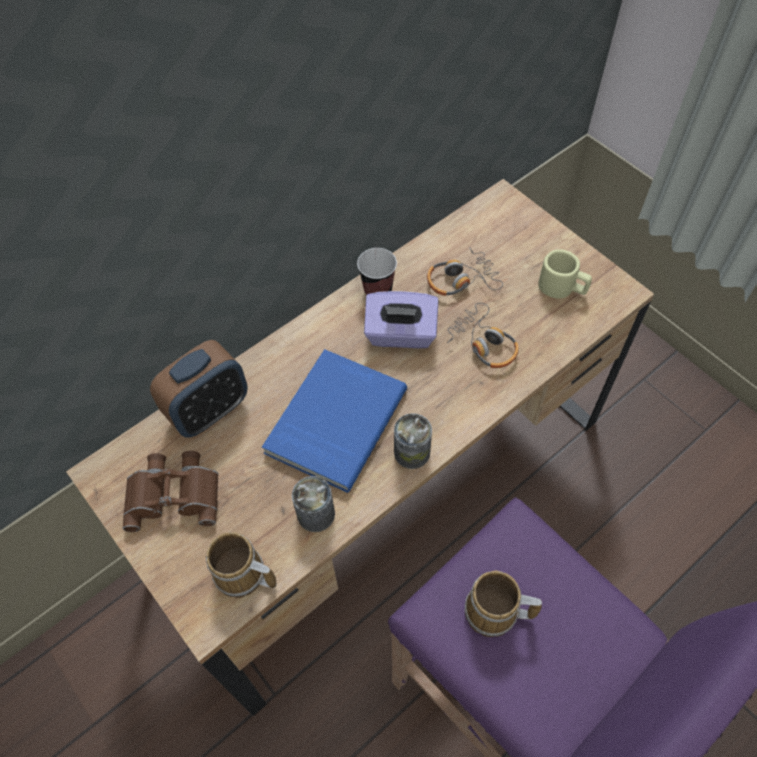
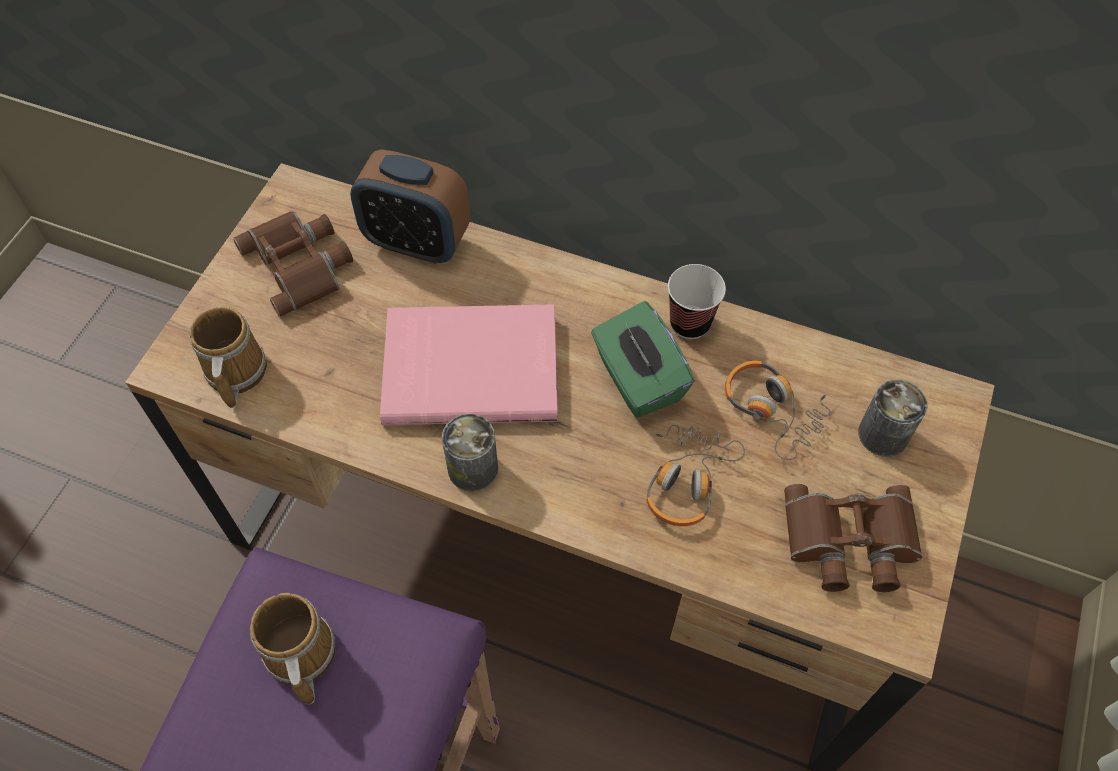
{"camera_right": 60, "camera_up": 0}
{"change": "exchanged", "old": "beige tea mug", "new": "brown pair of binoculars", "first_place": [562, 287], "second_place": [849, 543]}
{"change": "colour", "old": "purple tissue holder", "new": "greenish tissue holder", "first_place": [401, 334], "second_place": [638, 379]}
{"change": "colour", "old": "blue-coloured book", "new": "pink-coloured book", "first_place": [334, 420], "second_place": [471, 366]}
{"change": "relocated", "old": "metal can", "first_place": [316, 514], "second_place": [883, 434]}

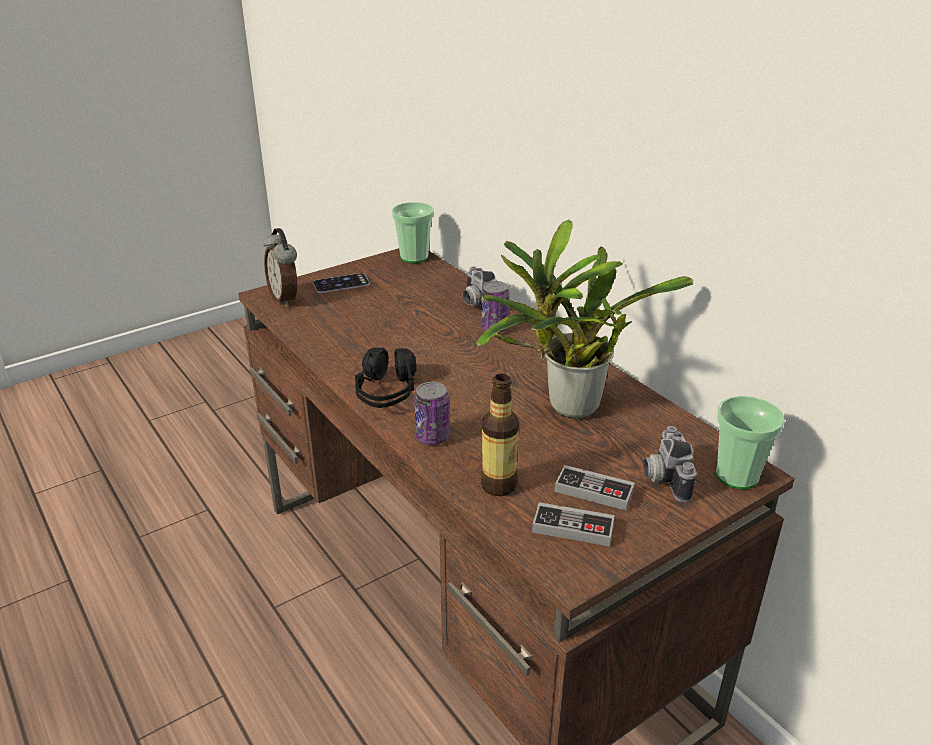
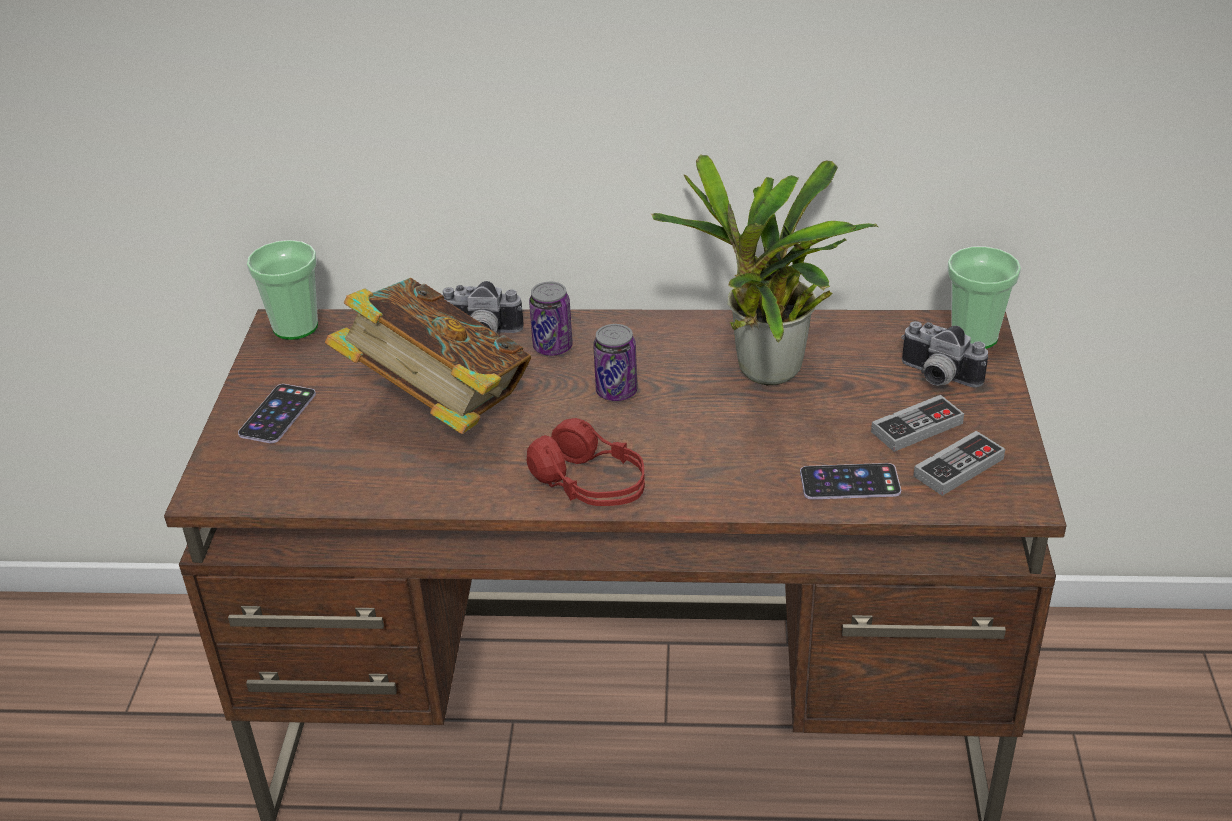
{"camera_right": -50, "camera_up": 5}
{"change": "missing", "old": "table clock", "first_place": [285, 298]}
{"change": "colour", "old": "black headset", "new": "reddish headset", "first_place": [386, 392], "second_place": [591, 485]}
{"change": "exchanged", "old": "beverage bottle", "new": "handset", "first_place": [498, 485], "second_place": [849, 482]}
{"change": "relocated", "old": "metal can", "first_place": [432, 437], "second_place": [616, 392]}
{"change": "appeared", "new": "book", "second_place": [439, 407]}

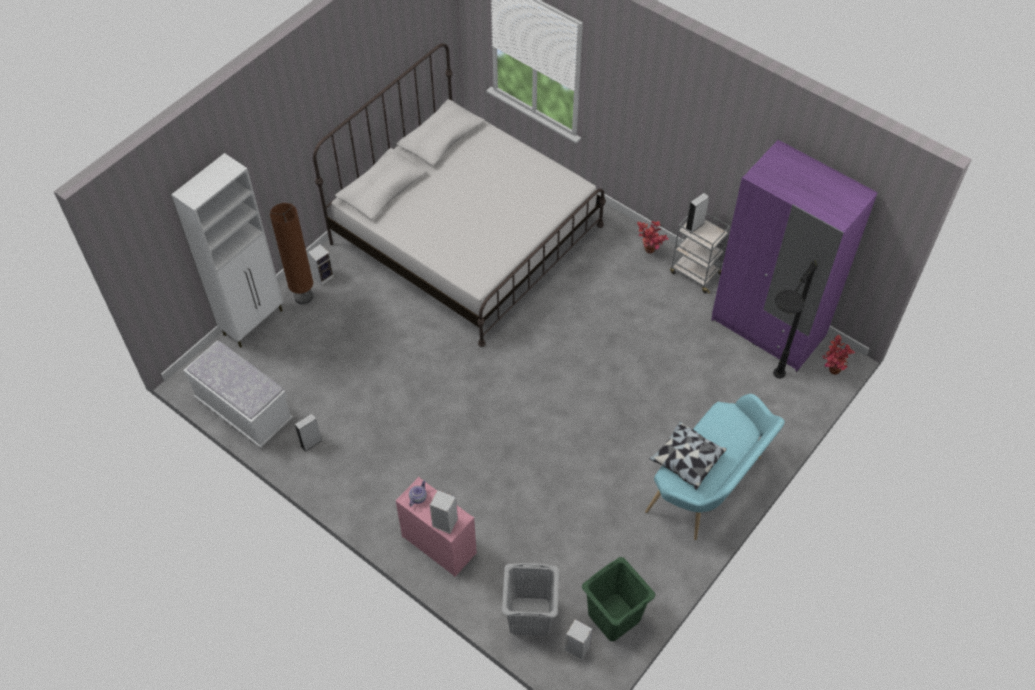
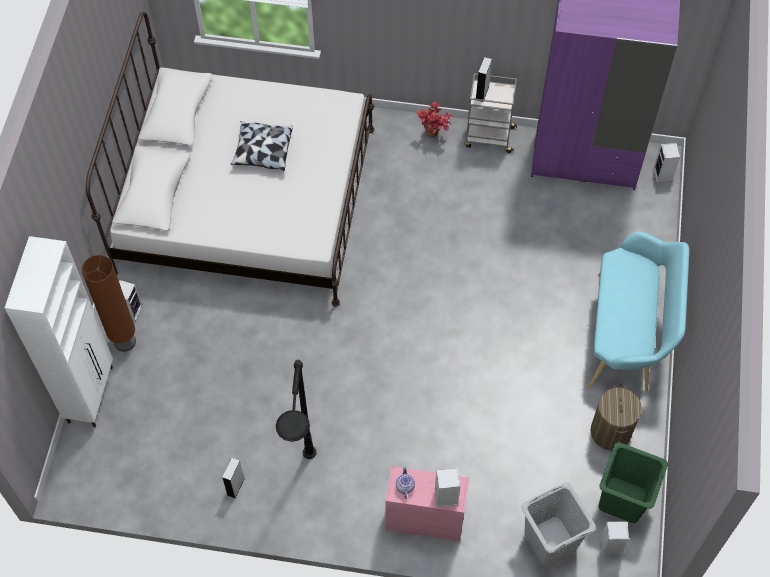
{"camera_right": -30, "camera_up": 5}
{"change": "relocated", "old": "black standing lamp", "first_place": [762, 401], "second_place": [306, 494]}
{"change": "exchanged", "old": "houseplant", "new": "loudspeaker", "first_place": [830, 372], "second_place": [663, 175]}
{"change": "missing", "old": "white bench", "first_place": [244, 410]}
{"change": "relocated", "old": "throw pillow", "first_place": [686, 459], "second_place": [262, 152]}
{"change": "appeared", "new": "laundry basket", "second_place": [610, 432]}

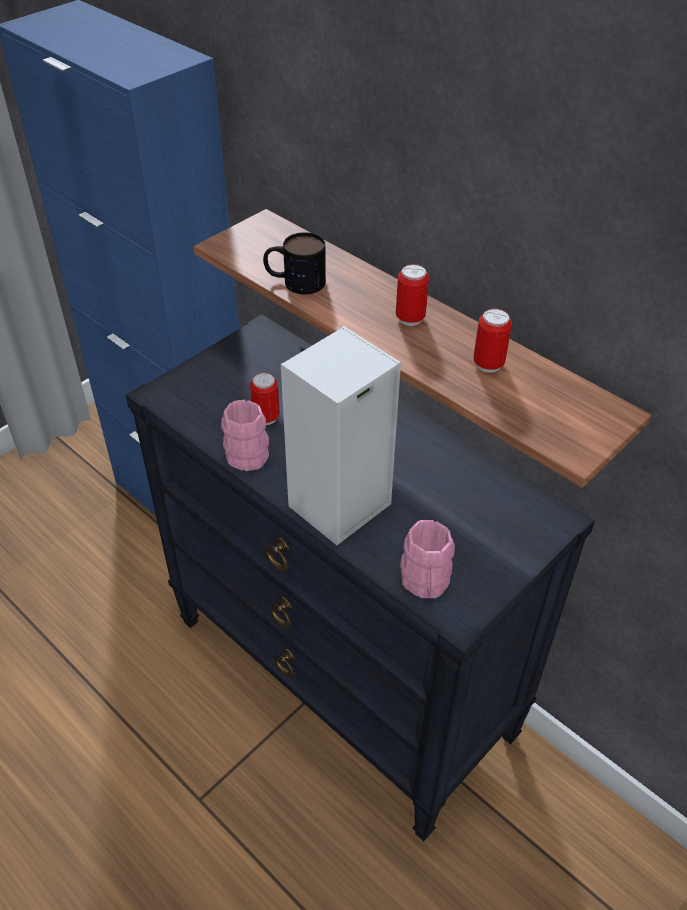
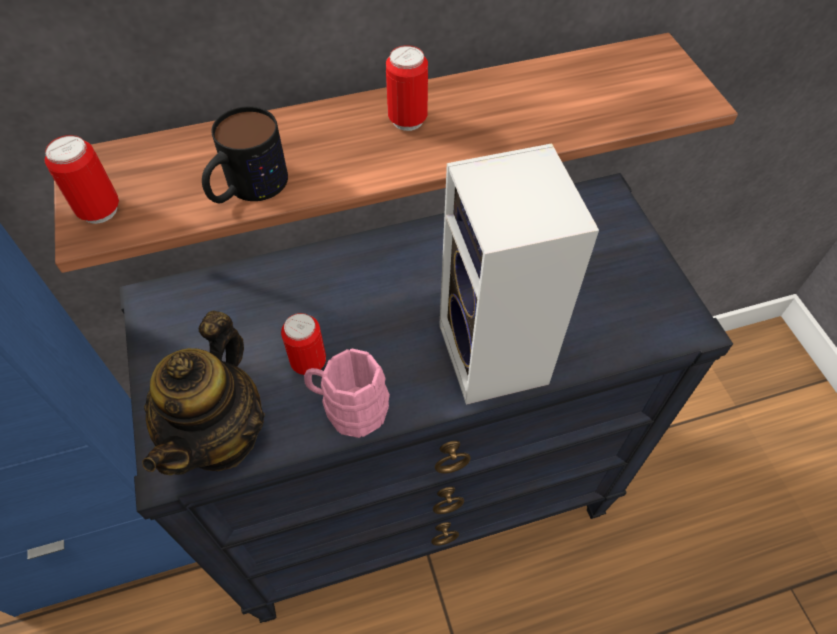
{"camera_right": -60, "camera_up": 10}
{"change": "relocated", "old": "metal can", "first_place": [488, 364], "second_place": [99, 211]}
{"change": "missing", "old": "pink-coloured tea mug", "first_place": [425, 584]}
{"change": "appeared", "new": "teapot", "second_place": [221, 435]}

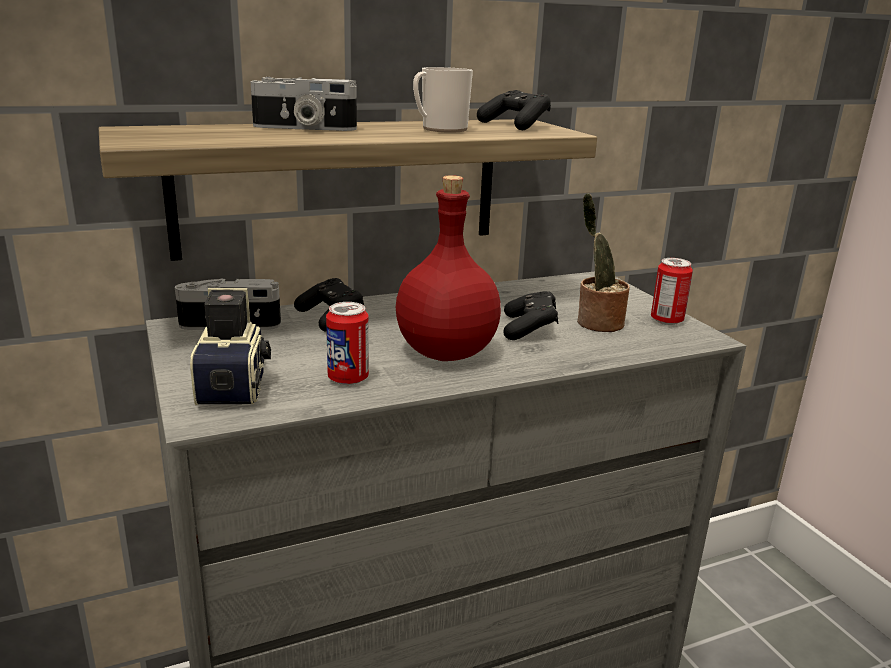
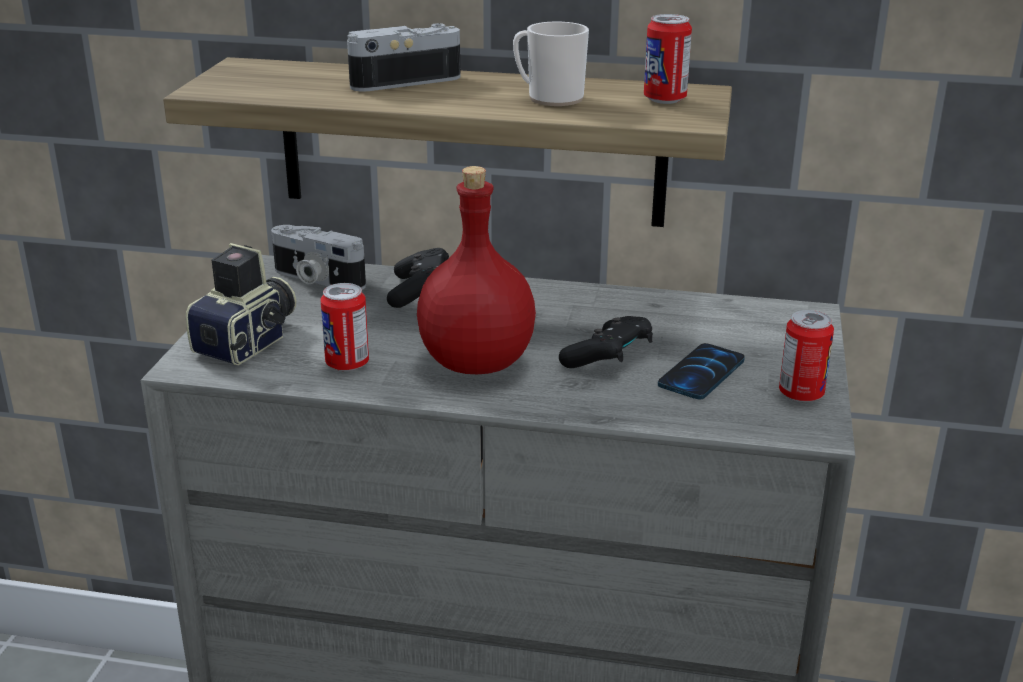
{"camera_right": 35, "camera_up": 5}
{"change": "spun", "old": "still camera", "first_place": [304, 128], "second_place": [403, 80], "degrees": 120}
{"change": "exchanged", "old": "black joypad", "new": "metal can", "first_place": [515, 125], "second_place": [664, 99]}
{"change": "exchanged", "old": "houseplant", "new": "handset", "first_place": [596, 323], "second_place": [702, 373]}

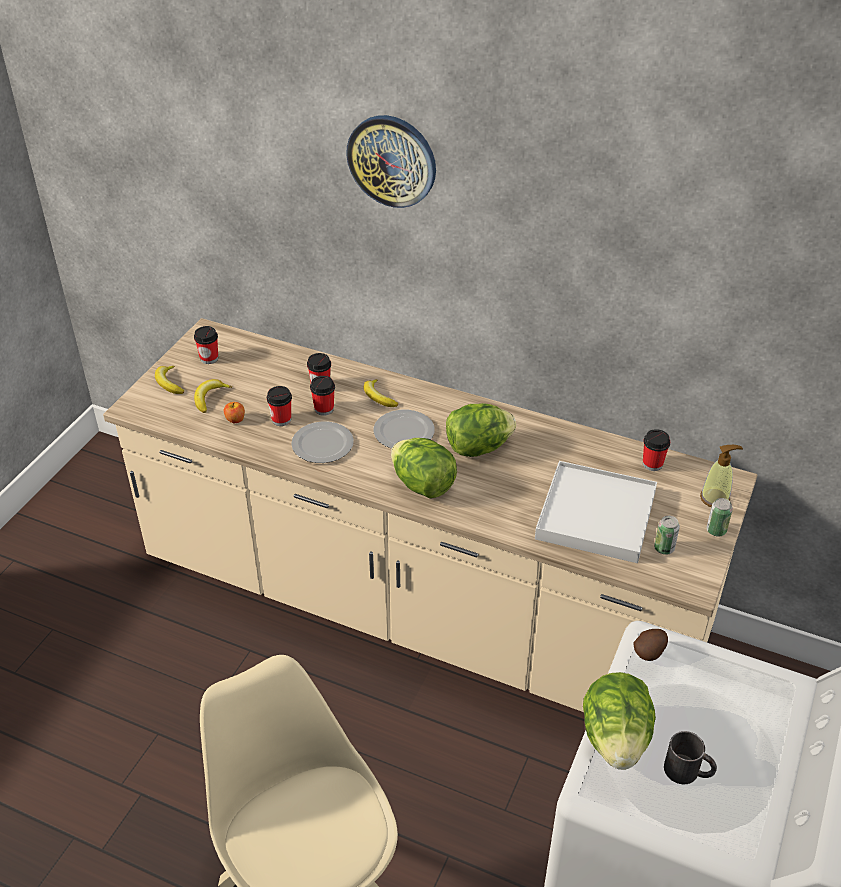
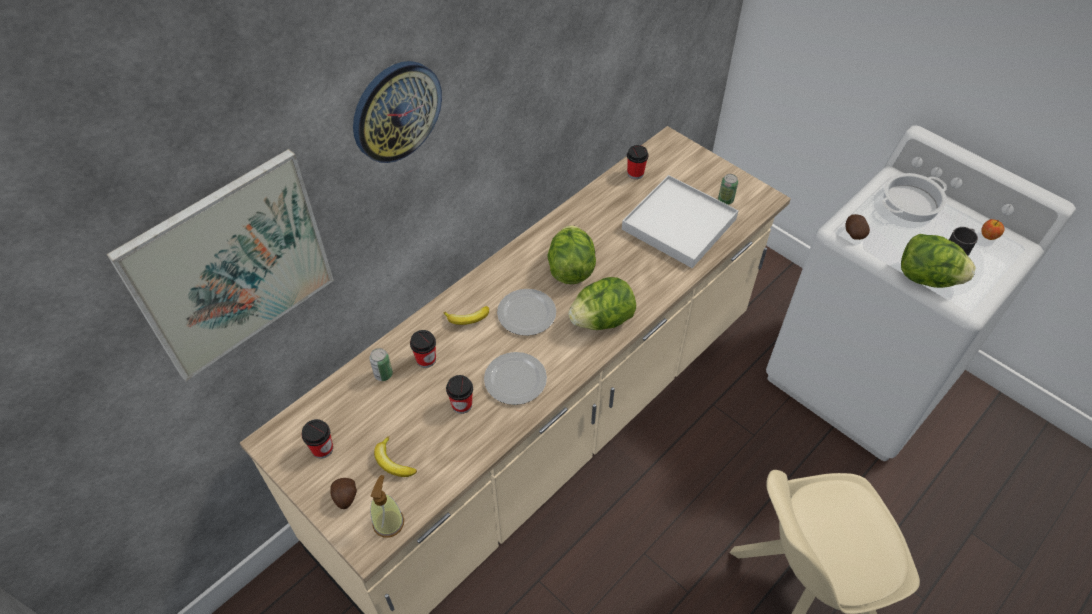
{"camera_right": -70, "camera_up": 10}
{"change": "exchanged", "old": "banana fruit", "new": "whole potato", "first_place": [169, 383], "second_place": [345, 498]}
{"change": "missing", "old": "cup", "first_place": [324, 409]}
{"change": "relocated", "old": "apple", "first_place": [235, 420], "second_place": [988, 236]}
{"change": "relocated", "old": "soap dispenser", "first_place": [715, 498], "second_place": [388, 522]}
{"change": "relocated", "old": "metal can", "first_place": [716, 530], "second_place": [383, 374]}
{"change": "appeared", "new": "wall art", "second_place": [232, 266]}
{"change": "appeared", "new": "stockpot", "second_place": [910, 202]}

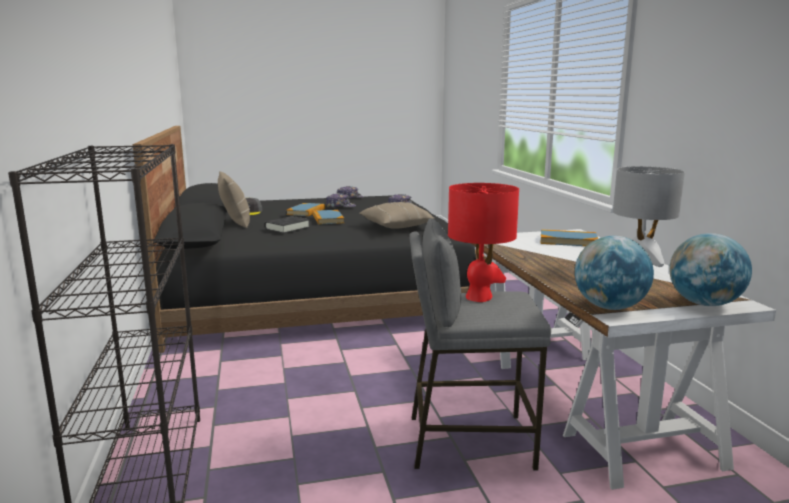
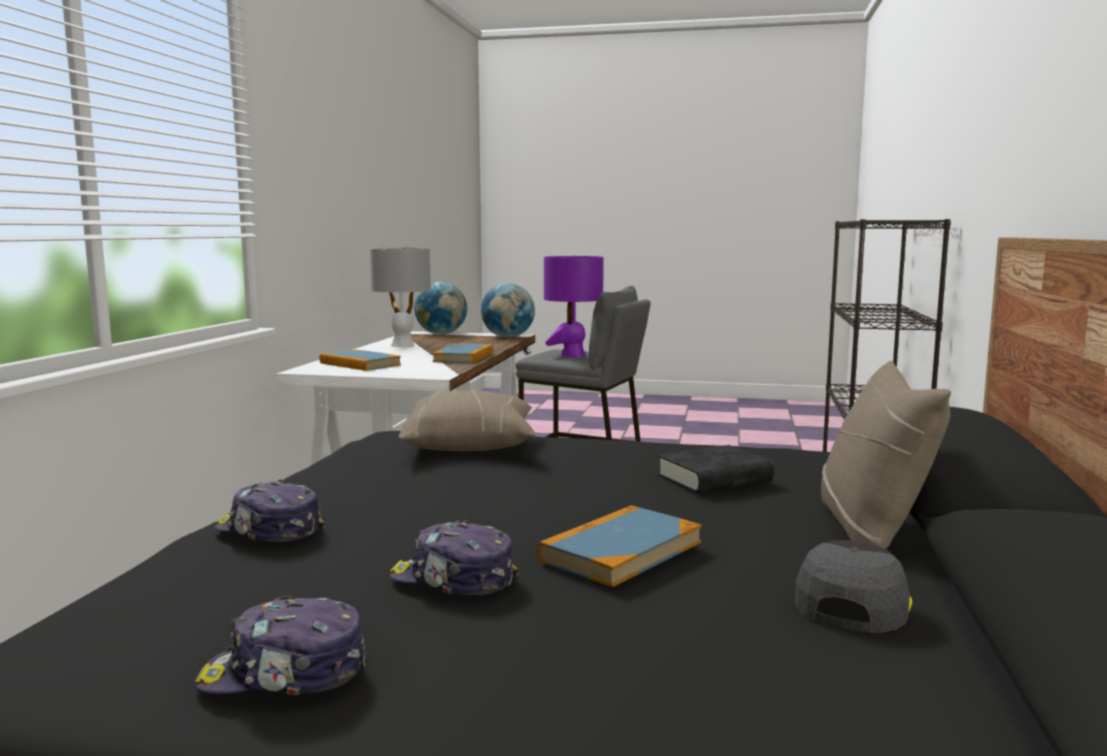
{"camera_right": -155, "camera_up": -5}
{"change": "colour", "old": "reddish lamp for a table", "new": "purple lamp for a table", "first_place": [479, 297], "second_place": [573, 355]}
{"change": "relocated", "old": "book", "first_place": [328, 219], "second_place": [464, 357]}

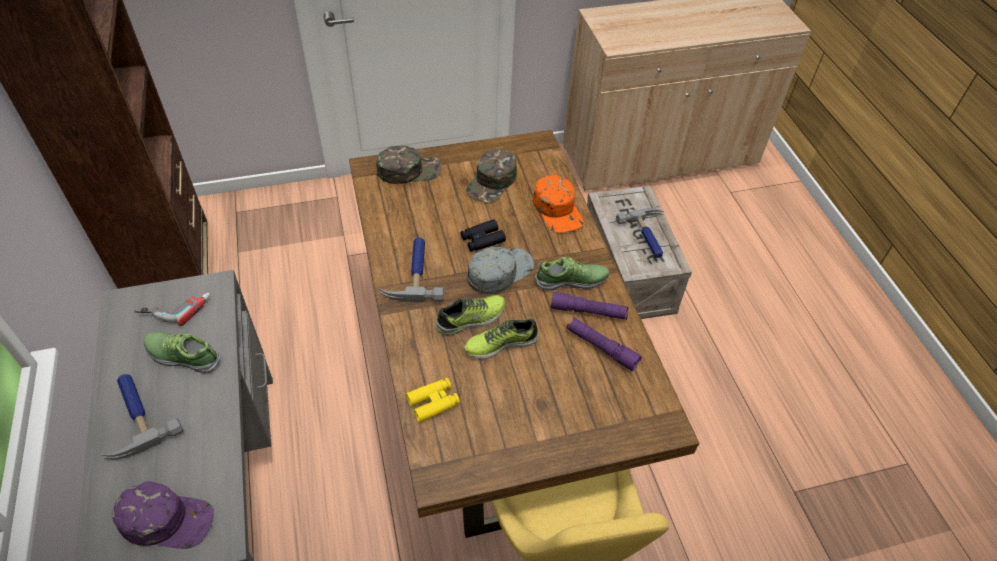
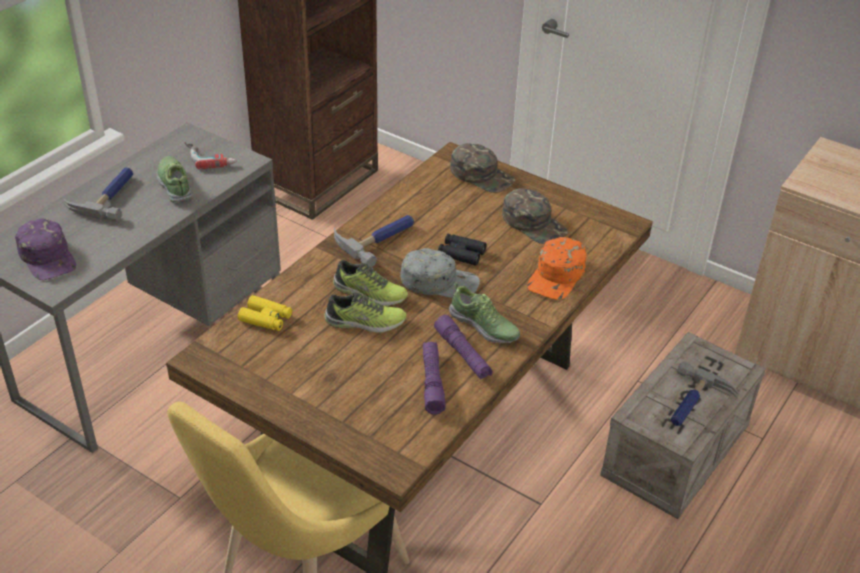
{"camera_right": 50, "camera_up": -10}
{"change": "spun", "old": "greenish baseball cap", "first_place": [492, 182], "second_place": [534, 223], "degrees": -120}
{"change": "spun", "old": "item of footwear", "first_place": [501, 343], "second_place": [365, 322], "degrees": 150}

